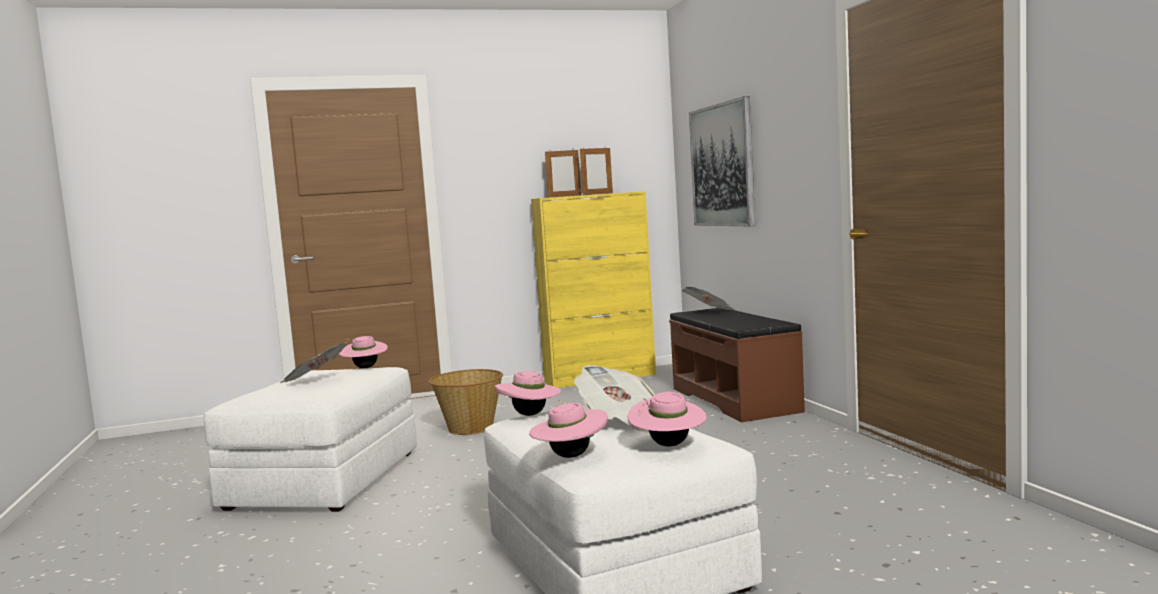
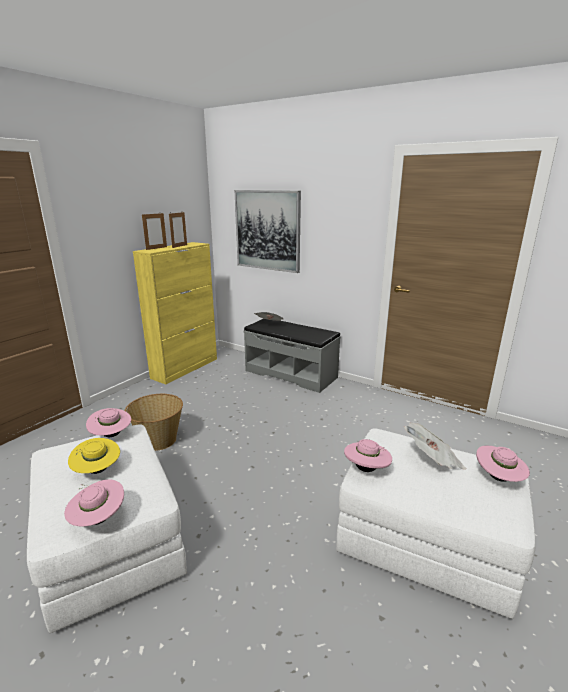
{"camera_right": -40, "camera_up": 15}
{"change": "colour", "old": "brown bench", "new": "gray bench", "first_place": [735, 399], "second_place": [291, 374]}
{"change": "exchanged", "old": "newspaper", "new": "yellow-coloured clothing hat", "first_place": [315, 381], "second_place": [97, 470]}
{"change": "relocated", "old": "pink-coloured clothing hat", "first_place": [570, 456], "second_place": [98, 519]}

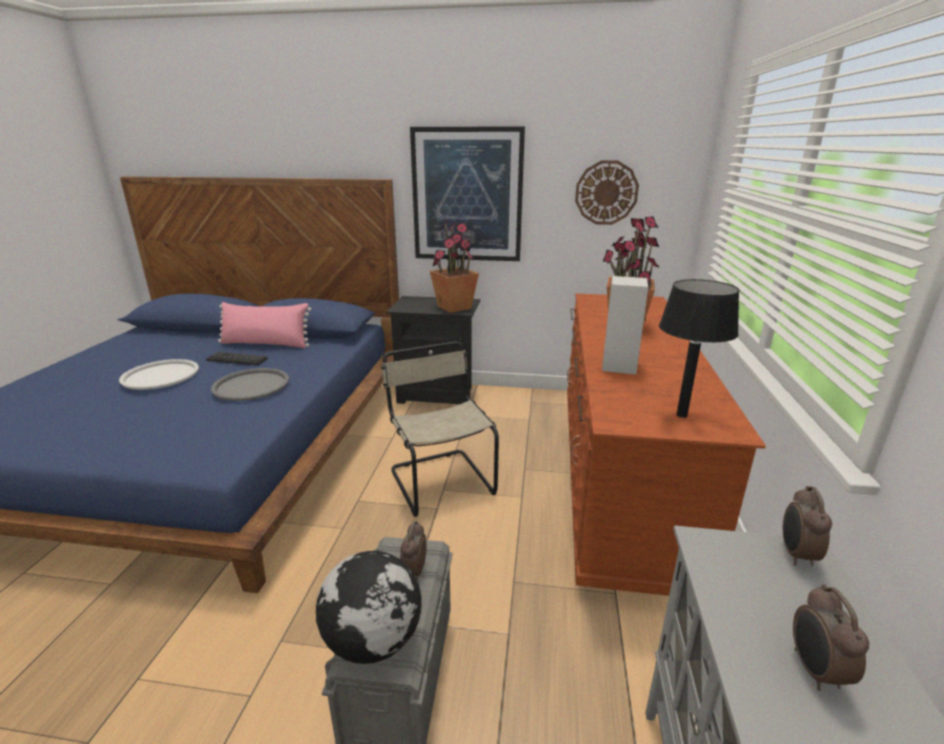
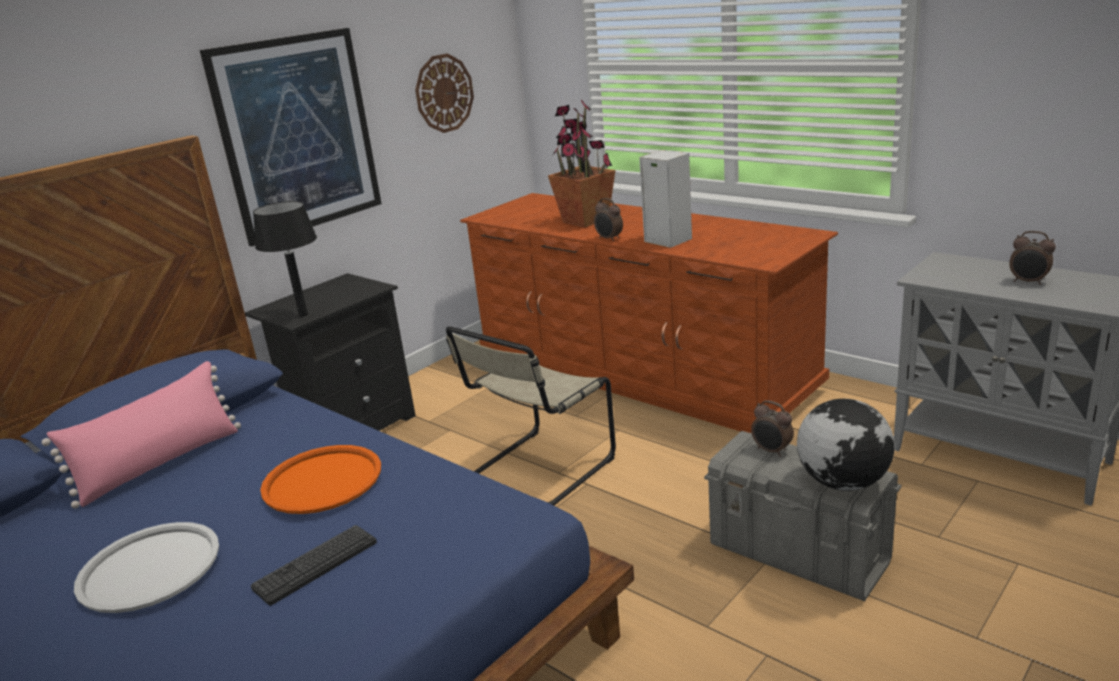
{"camera_right": -55, "camera_up": 0}
{"change": "missing", "old": "houseplant", "first_place": [454, 307]}
{"change": "relocated", "old": "black lamp for a table", "first_place": [681, 415], "second_place": [303, 315]}
{"change": "spun", "old": "beige chair", "first_place": [440, 480], "second_place": [538, 470], "degrees": -60}
{"change": "relocated", "old": "keyboard", "first_place": [237, 359], "second_place": [316, 565]}
{"change": "colour", "old": "gray carrying tray", "new": "orange-coloured carrying tray", "first_place": [251, 385], "second_place": [322, 480]}
{"change": "relocated", "old": "table clock", "first_place": [796, 554], "second_place": [609, 239]}

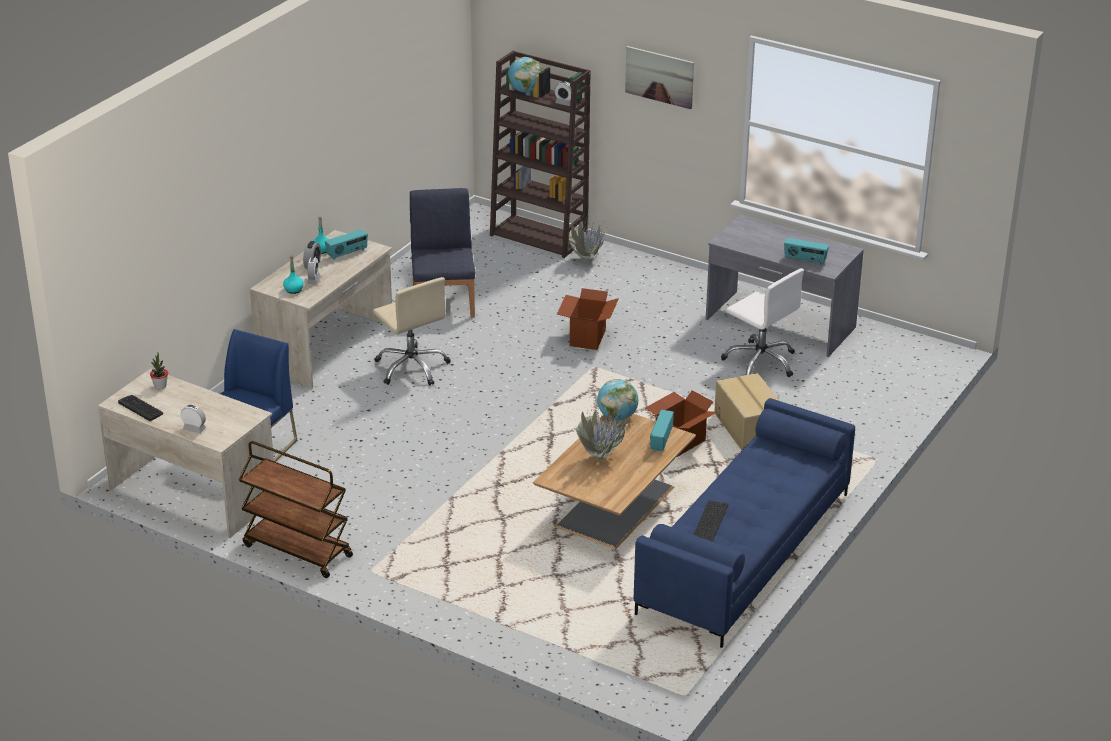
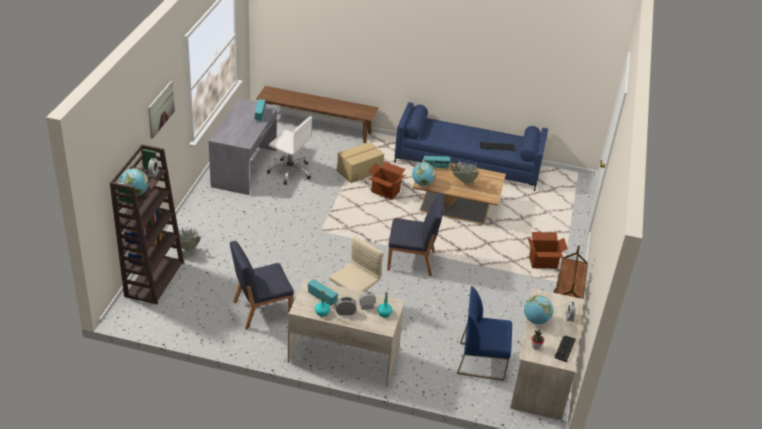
{"camera_right": -110, "camera_up": 5}
{"change": "spun", "old": "white office chair", "first_place": [761, 362], "second_place": [290, 172], "degrees": 90}
{"change": "relocated", "old": "cardboard box", "first_place": [587, 338], "second_place": [543, 263]}
{"change": "appeared", "new": "brown bench", "second_place": [316, 128]}
{"change": "appeared", "new": "blue-coloured chair", "second_place": [412, 261]}
{"change": "appeared", "new": "world globe", "second_place": [536, 320]}

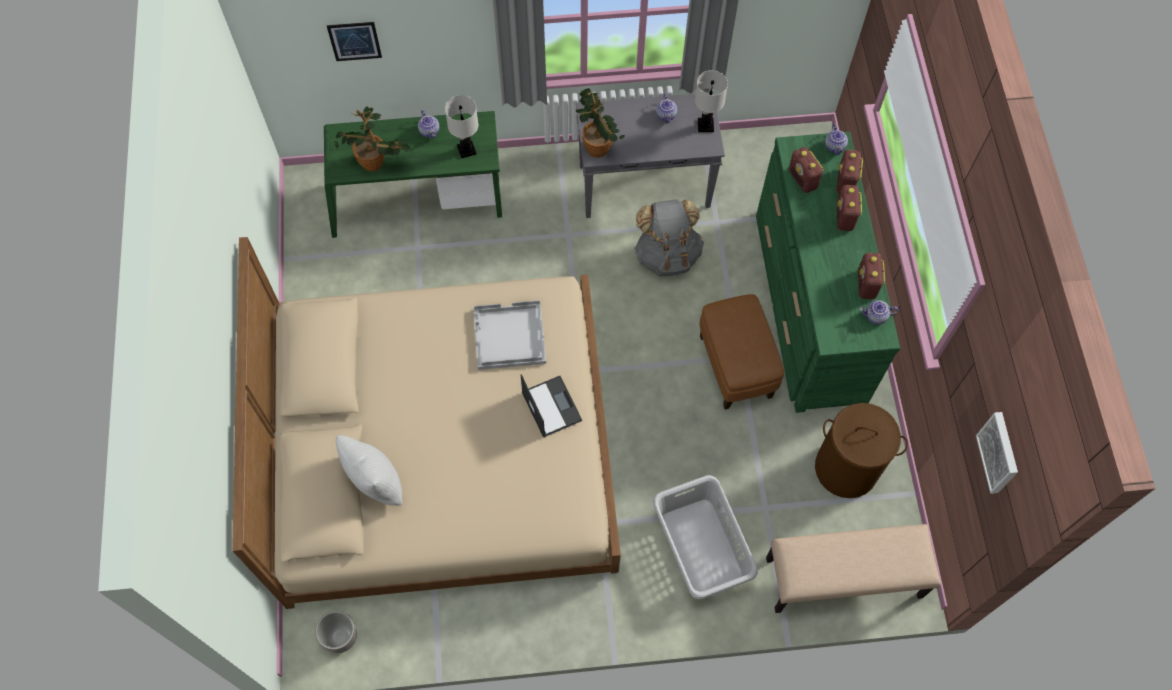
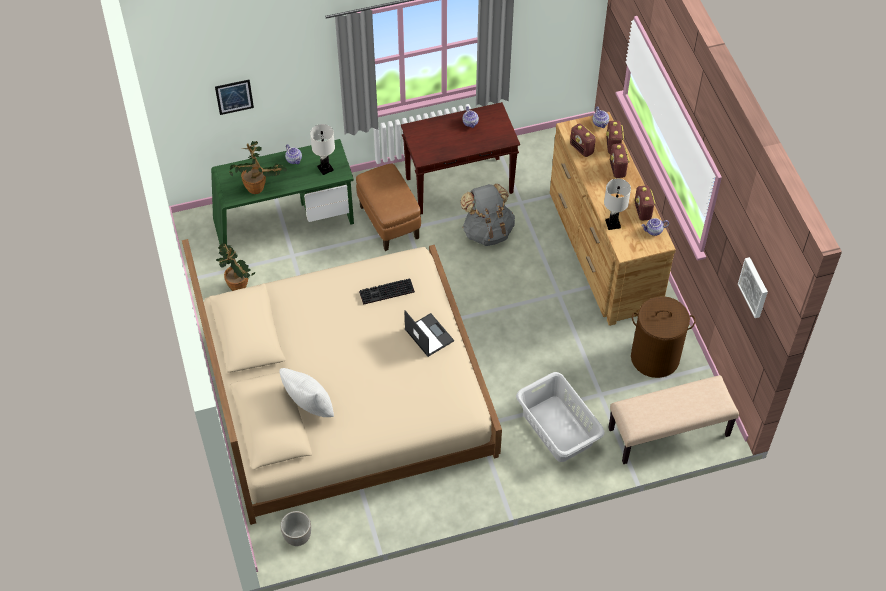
{"camera_right": -10, "camera_up": -10}
{"change": "relocated", "old": "white lamp for a table", "first_place": [705, 126], "second_place": [613, 224]}
{"change": "relocated", "old": "houseplant", "first_place": [597, 144], "second_place": [237, 283]}
{"change": "colour", "old": "gray hall table", "new": "brown hall table", "first_place": [645, 186], "second_place": [460, 185]}
{"change": "colour", "old": "greenish dresser", "new": "brown dresser", "first_place": [809, 305], "second_place": [603, 250]}
{"change": "relocated", "old": "brown pouffe", "first_place": [735, 367], "second_place": [389, 223]}
{"change": "exchanged", "old": "white carrying tray", "new": "keyboard", "first_place": [509, 336], "second_place": [386, 293]}

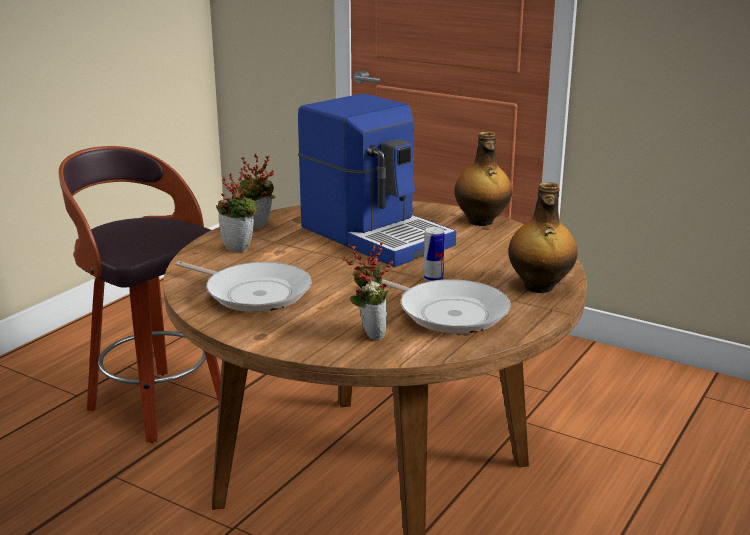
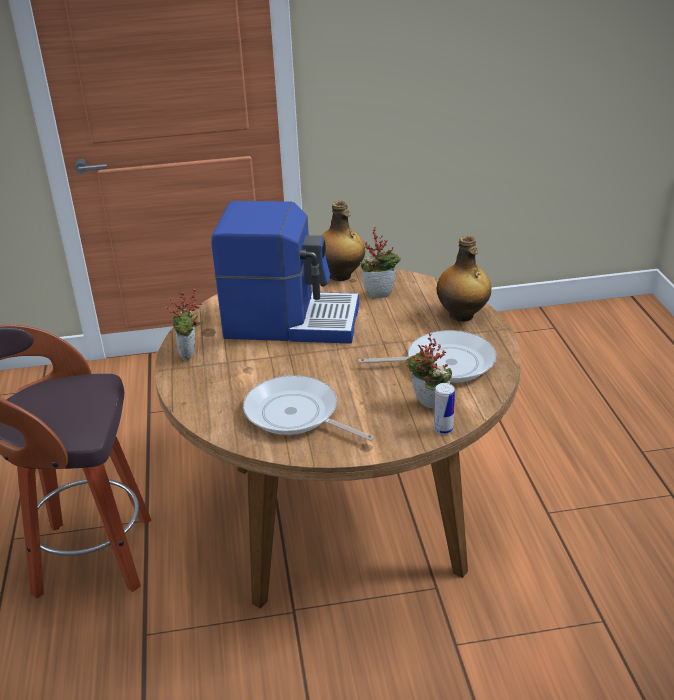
{"camera_right": -40, "camera_up": 10}
{"change": "relocated", "old": "houseplant", "first_place": [240, 248], "second_place": [380, 293]}
{"change": "relocated", "old": "metal can", "first_place": [433, 279], "second_place": [443, 429]}
{"change": "spun", "old": "frying pan", "first_place": [254, 293], "second_place": [296, 415], "degrees": -135}

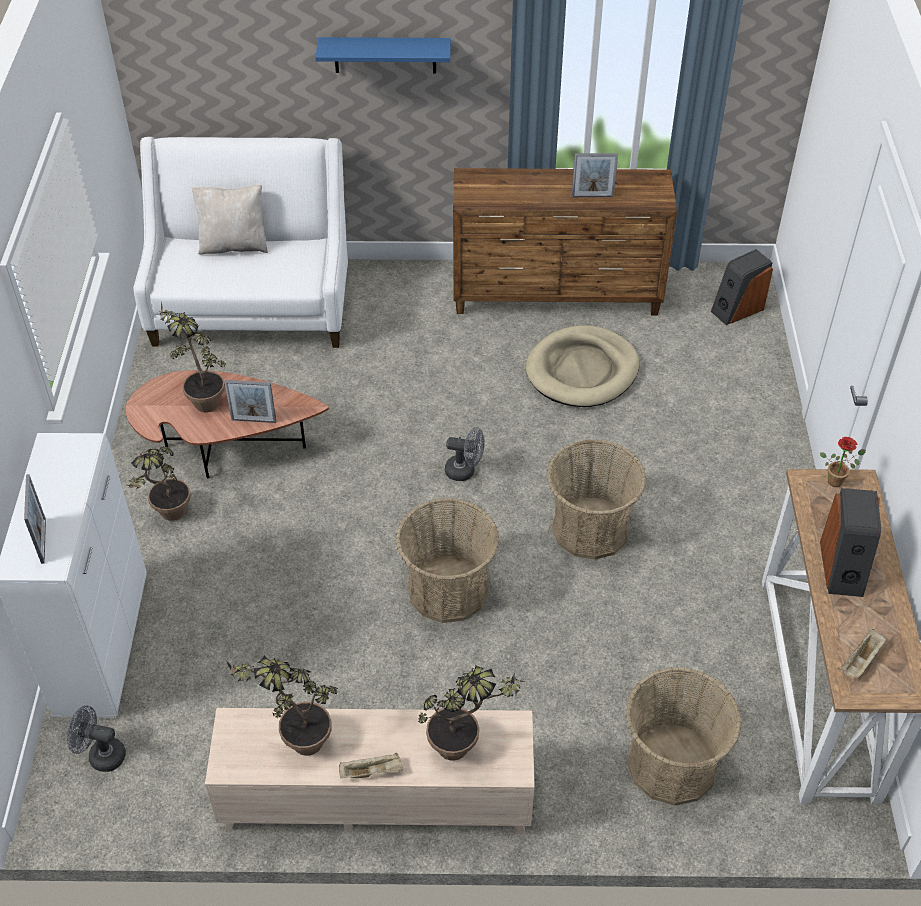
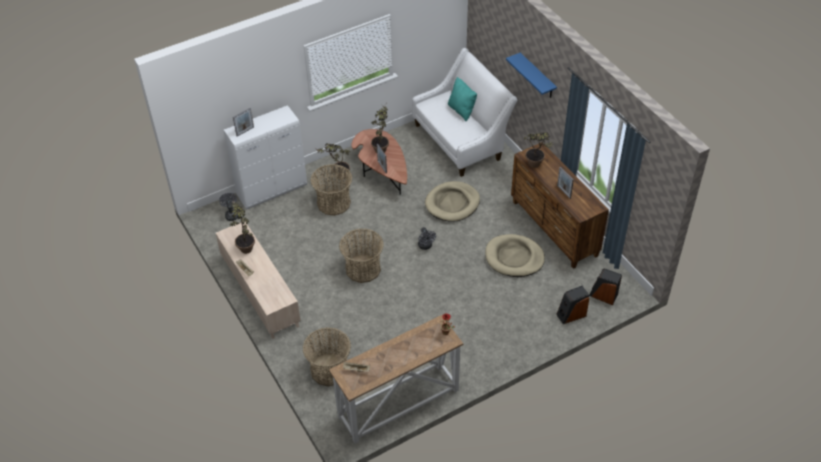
{"camera_right": 60, "camera_up": 0}
{"change": "colour", "old": "beige throw pillow", "new": "blue-green throw pillow", "first_place": [234, 245], "second_place": [462, 110]}
{"change": "relocated", "old": "basket", "first_place": [590, 528], "second_place": [334, 203]}
{"change": "relocated", "old": "loudspeaker", "first_place": [843, 567], "second_place": [571, 314]}
{"change": "relocated", "old": "houseplant", "first_place": [464, 747], "second_place": [536, 166]}
{"change": "appeared", "new": "beige dog bed", "second_place": [452, 203]}

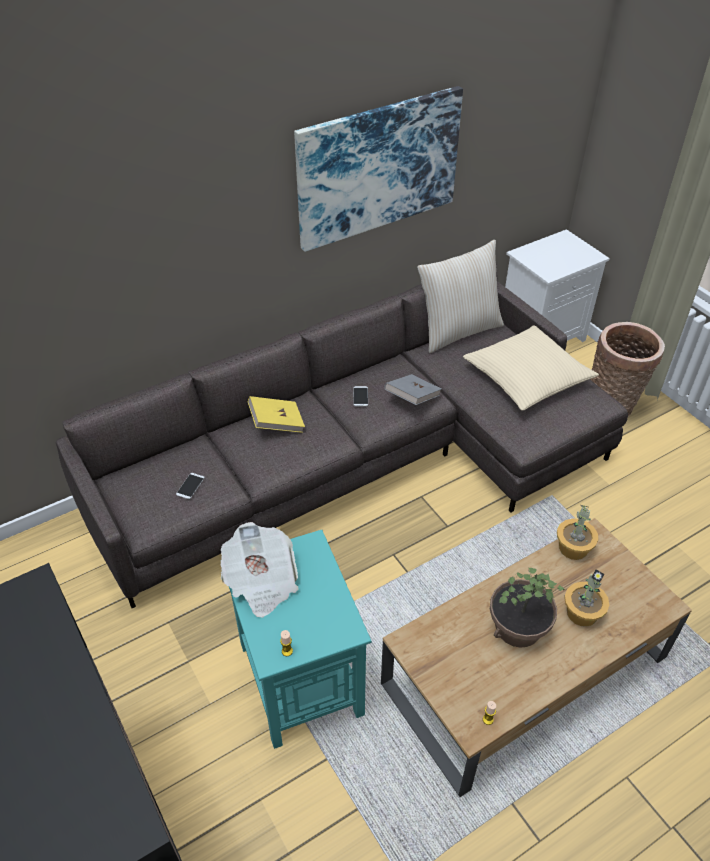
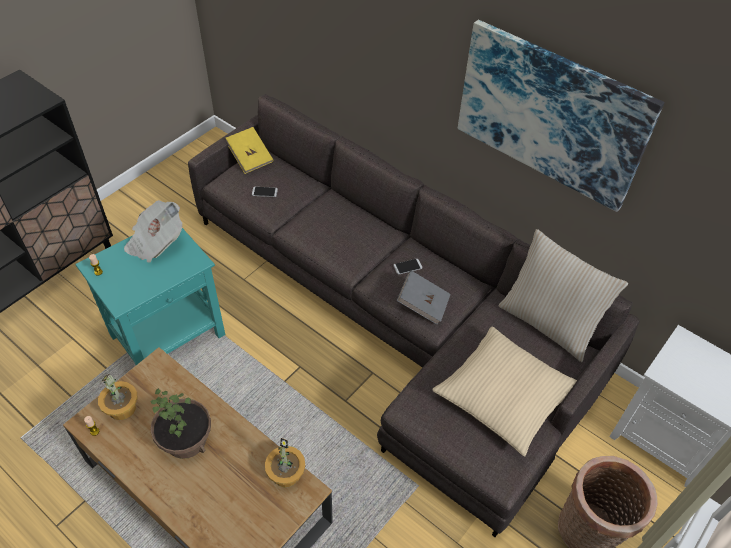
{"camera_right": 70, "camera_up": 5}
{"change": "relocated", "old": "yellow-coloured book", "first_place": [276, 423], "second_place": [250, 158]}
{"change": "relocated", "old": "houseplant", "first_place": [582, 612], "second_place": [122, 408]}

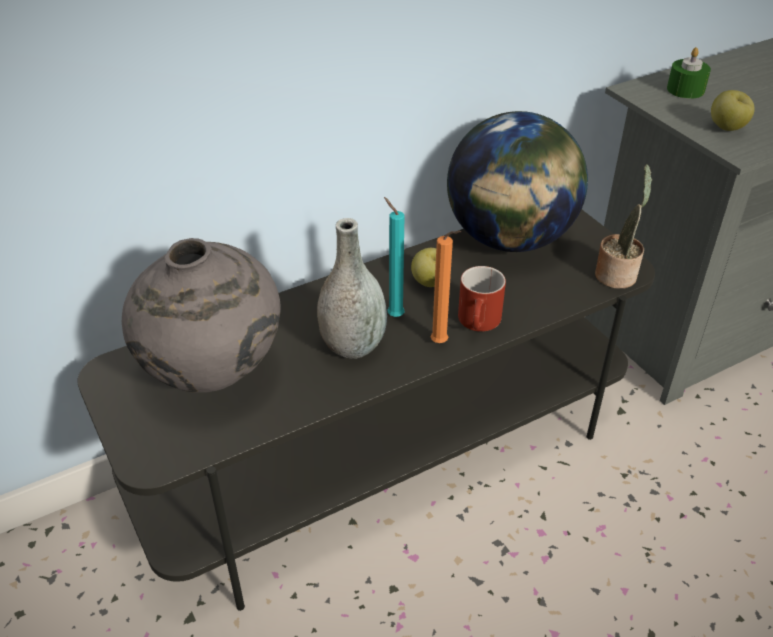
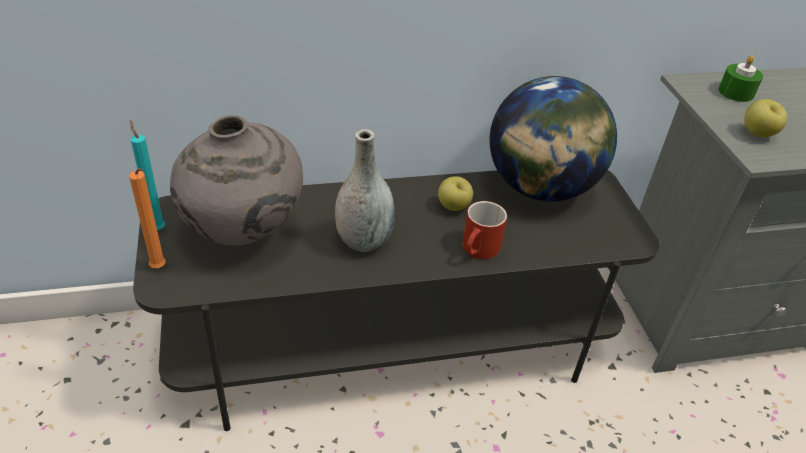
{"camera_right": 15, "camera_up": 0}
{"change": "missing", "old": "houseplant", "first_place": [617, 274]}
{"change": "relocated", "old": "blue-green wax light", "first_place": [393, 315], "second_place": [157, 228]}
{"change": "relocated", "old": "orange-coloured wax light", "first_place": [441, 343], "second_place": [159, 269]}

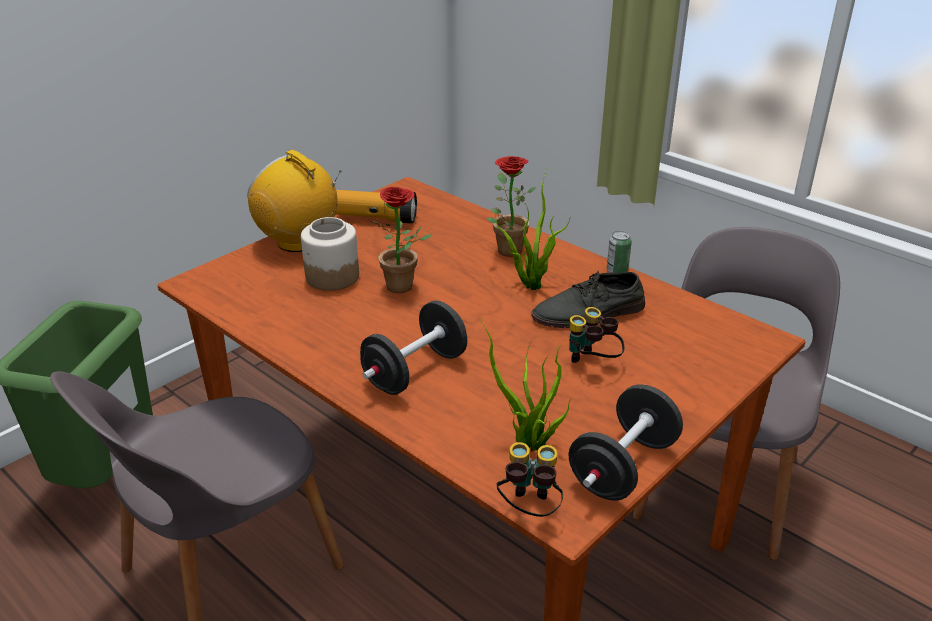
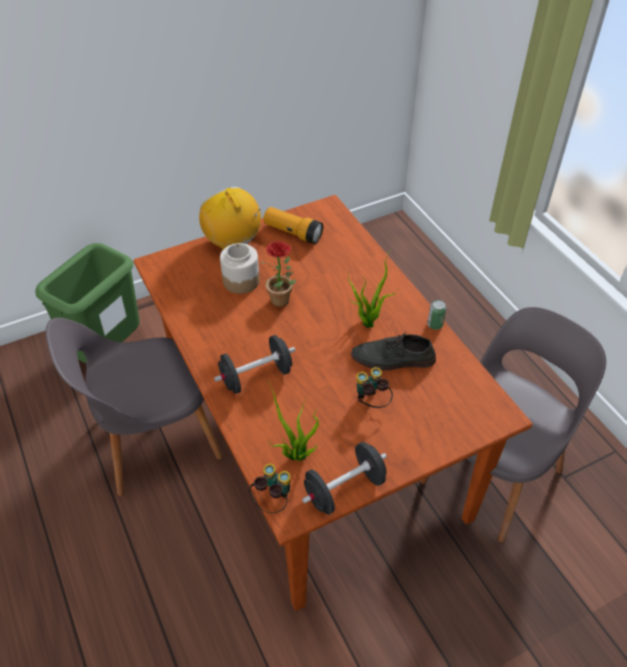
{"camera_right": 20, "camera_up": 15}
{"change": "missing", "old": "houseplant", "first_place": [506, 248]}

